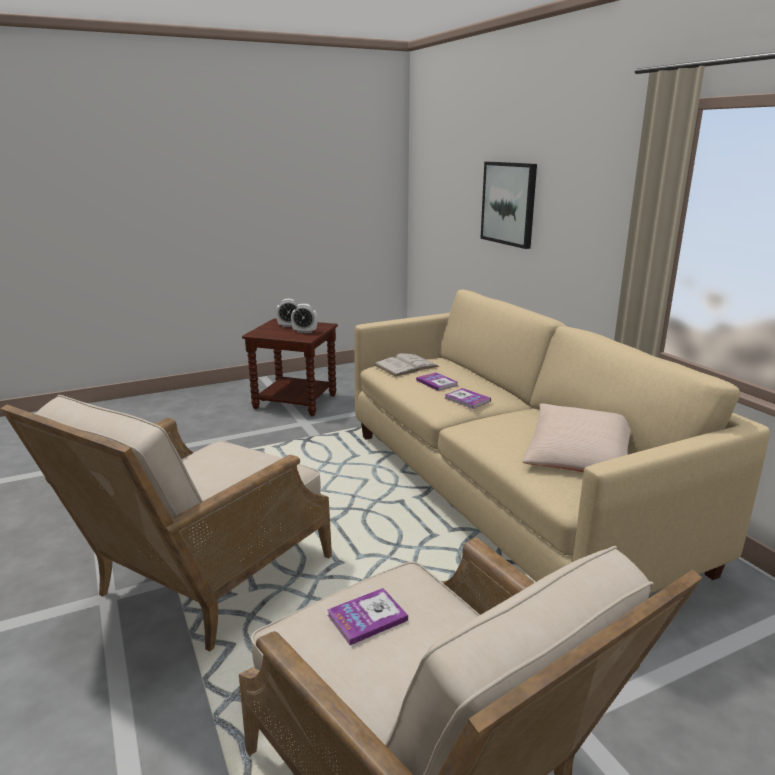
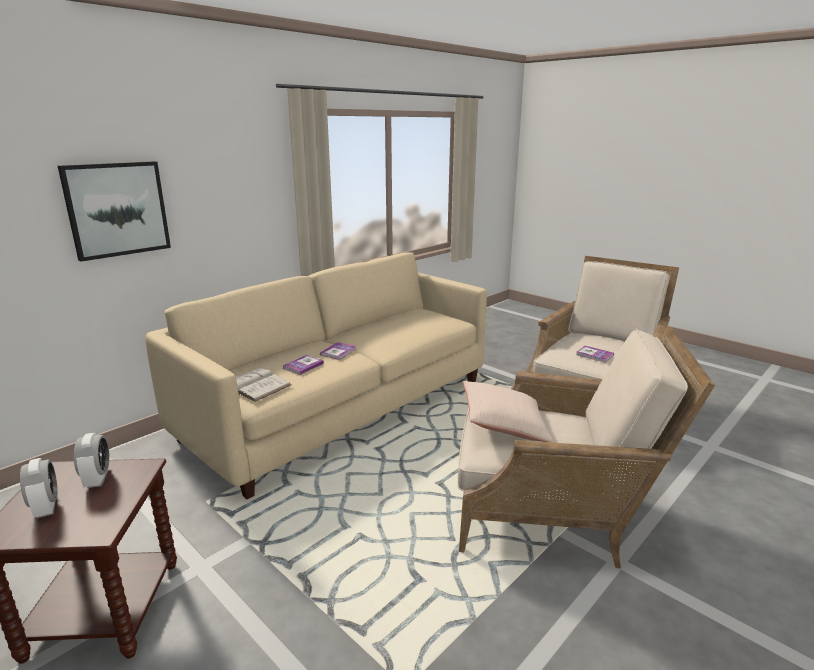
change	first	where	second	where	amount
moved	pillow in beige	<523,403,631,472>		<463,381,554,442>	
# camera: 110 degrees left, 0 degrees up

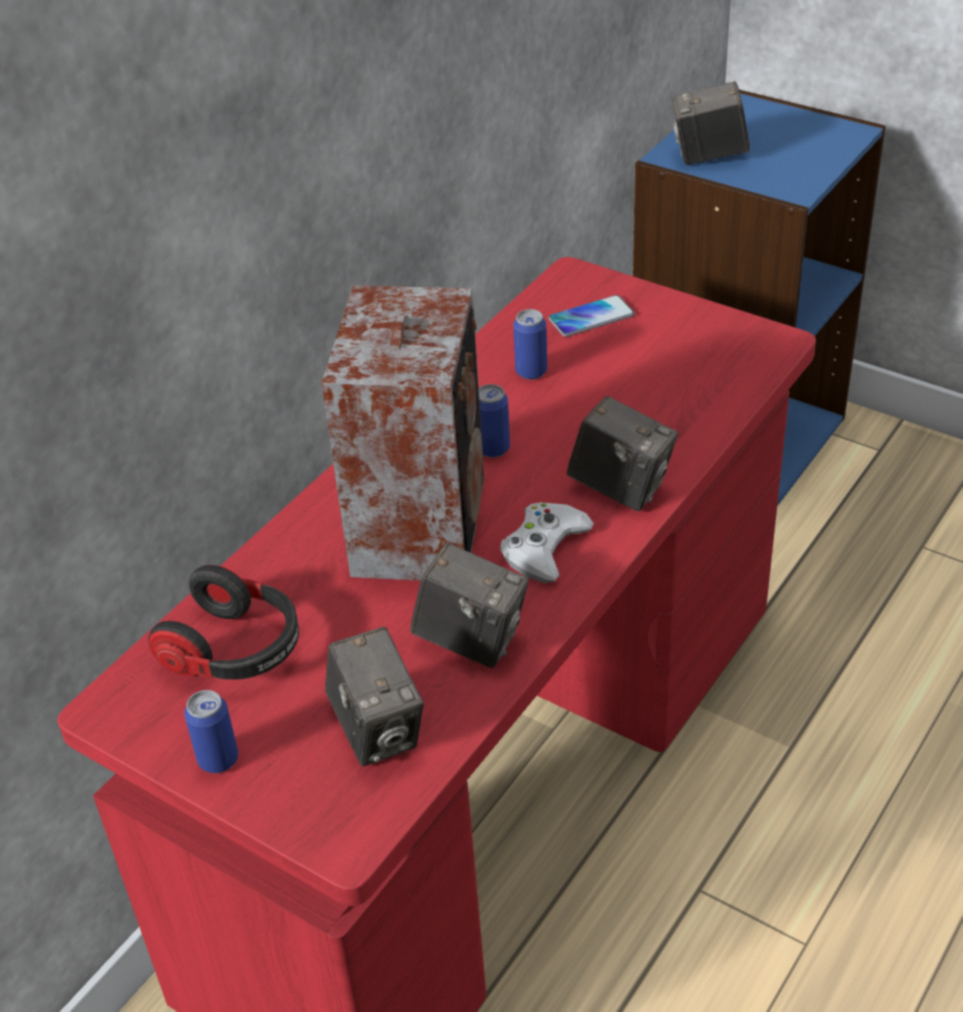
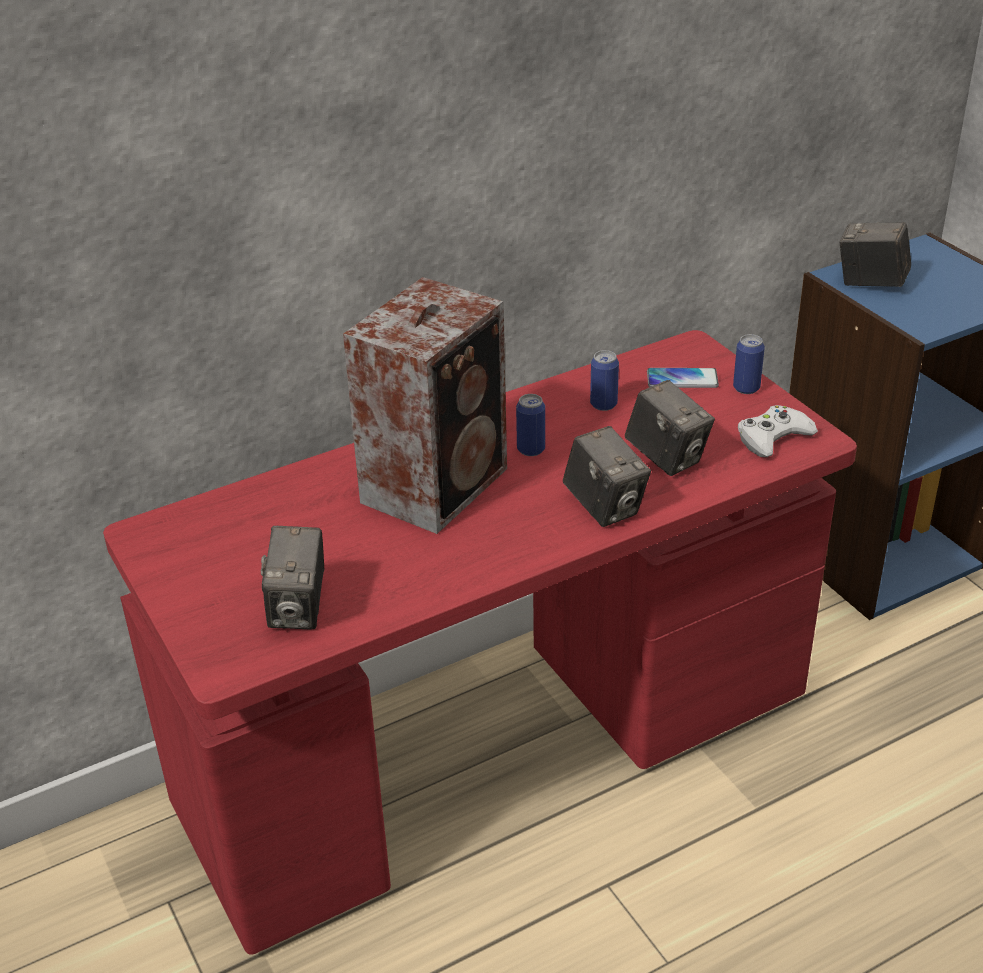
change	first	where	second	where	amount
removed	headphones	<148,565,299,680>			
moved	can	<184,690,238,773>		<733,334,765,394>	
moved	photo camera	<410,543,529,668>		<625,380,715,476>	
moved	game controller in white	<500,502,594,583>		<738,405,818,457>	
# camera: 25 degrees right, 5 degrees down

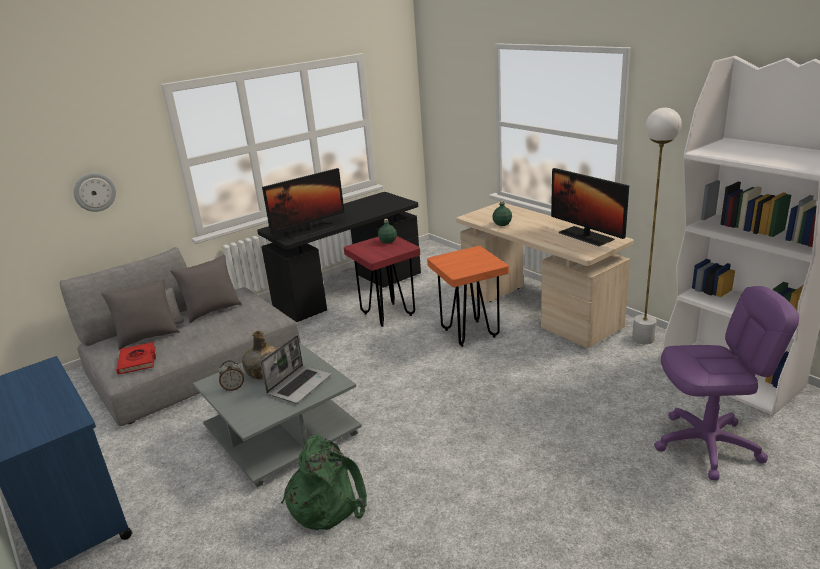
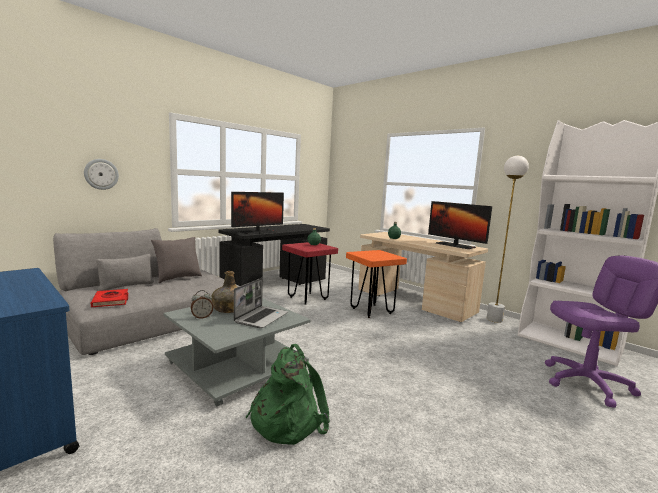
change	first	where	second	where	amount
removed	pillow in grey	<101,279,180,350>			
# camera: 10 degrees left, 15 degrees down

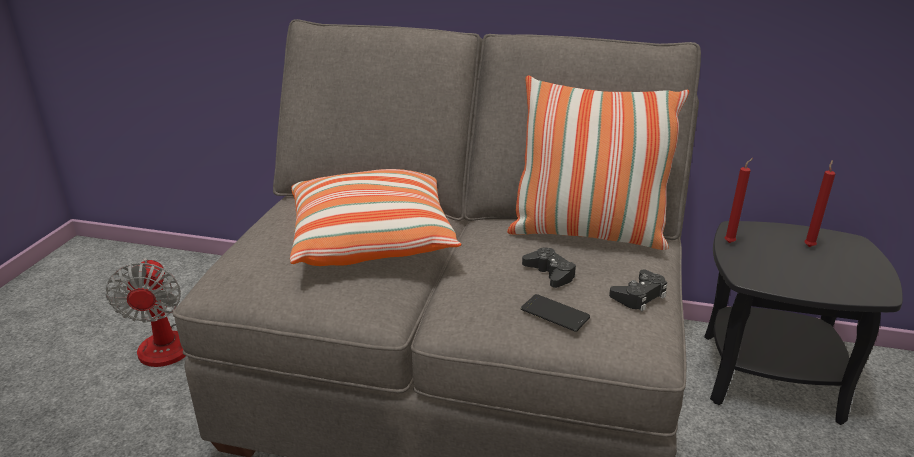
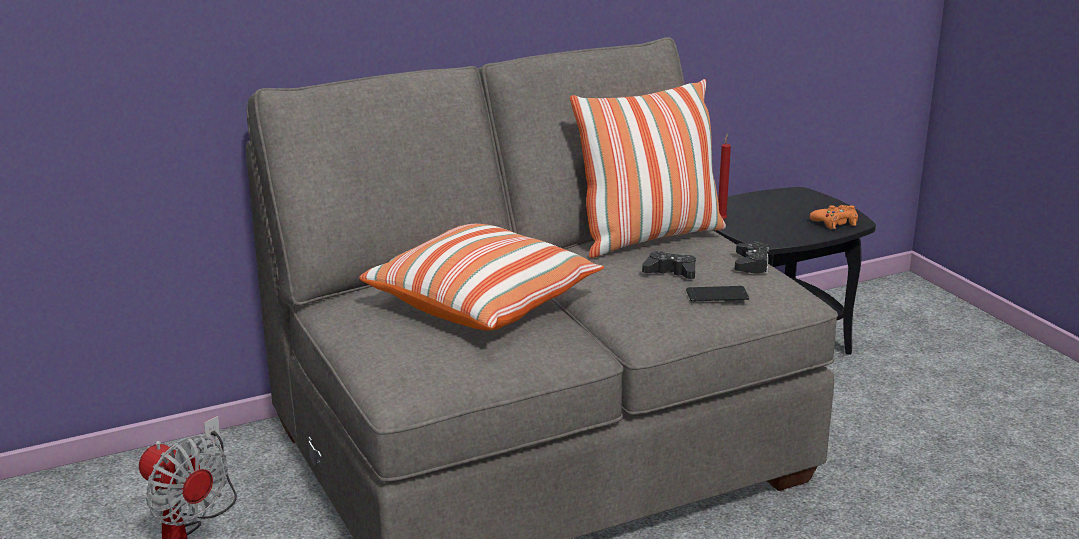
change	first	where	second	where	amount
removed	candle in red	<804,160,835,247>			
added			game controller in orange	<810,205,858,229>	
# camera: 40 degrees left, 5 degrees down

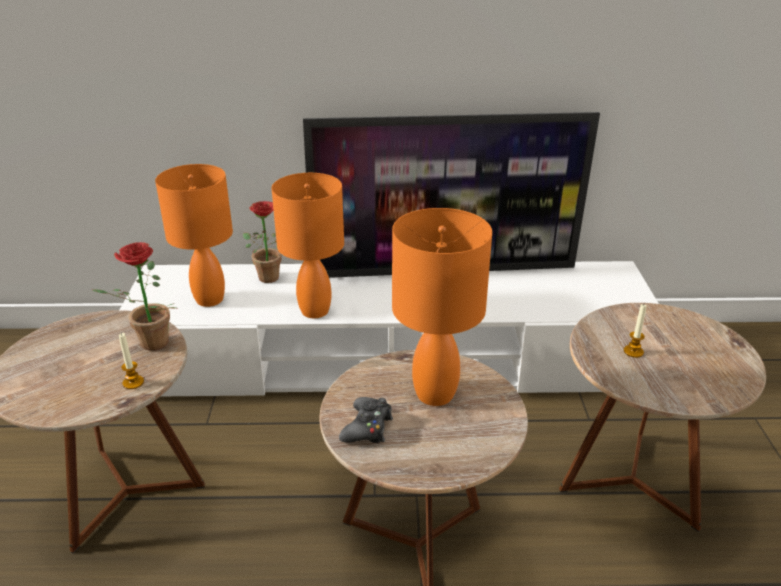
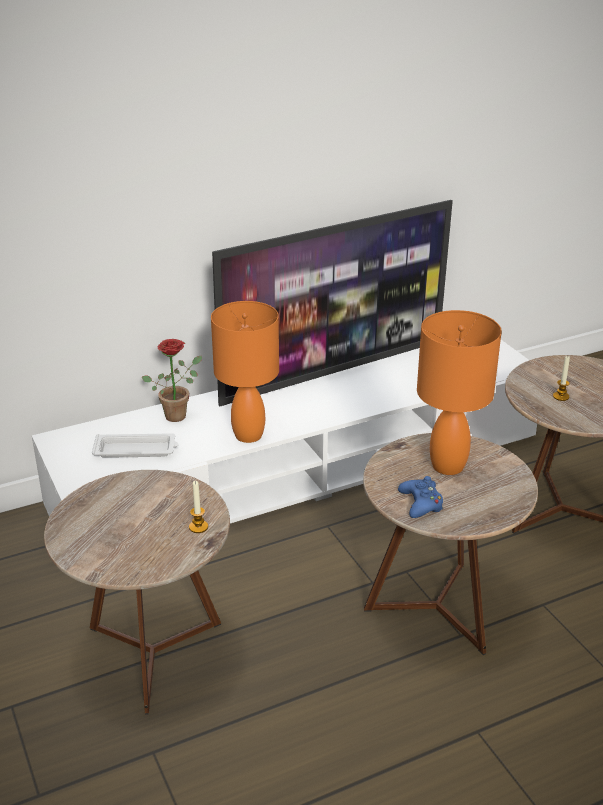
change	first	where	second	where	amount
removed	potted plant	<93,242,176,351>			
replaced	table lamp in orange	<155,164,233,307>	tray in white	<92,433,178,458>	
recoloured	game controller in black	<339,397,393,443>	game controller in blue	<398,476,443,518>	
# camera: 25 degrees left, 0 degrees up

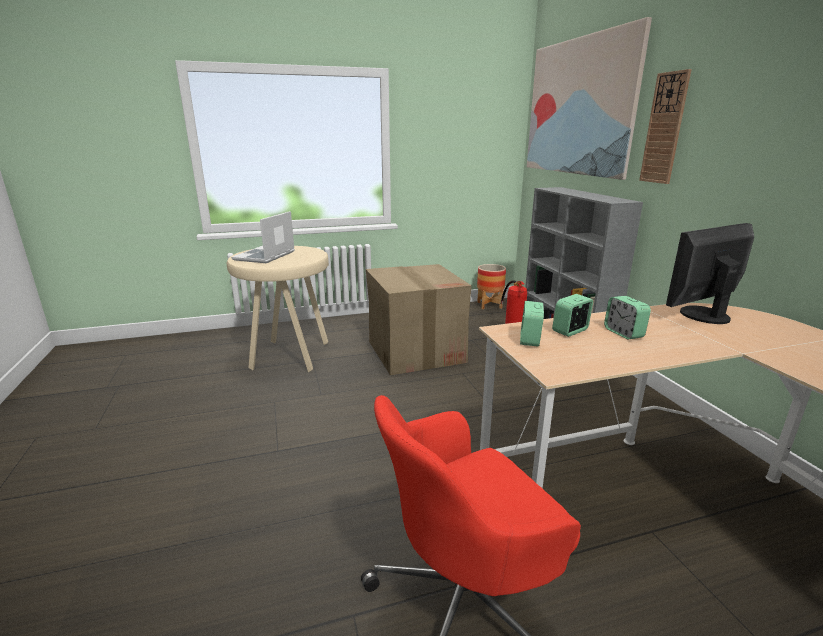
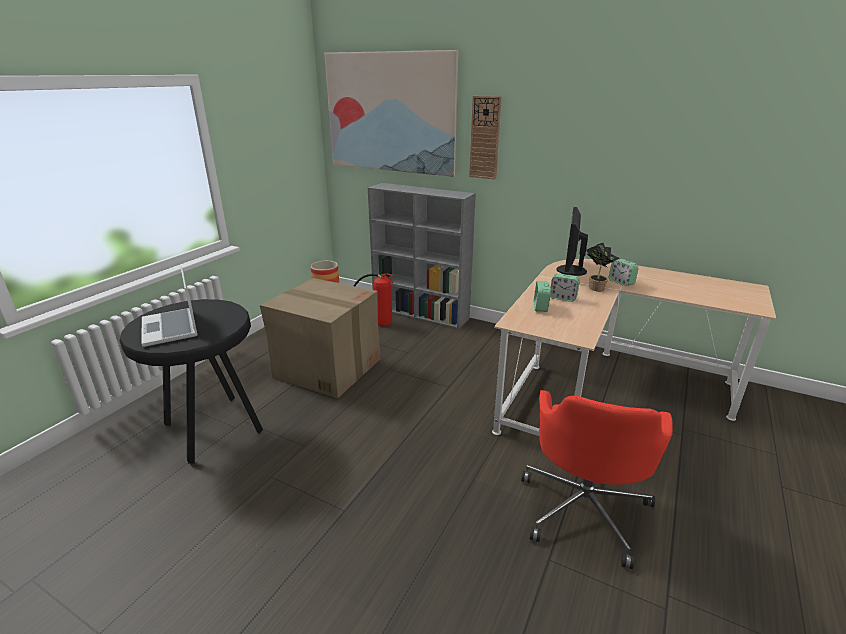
change	first	where	second	where	amount
added			potted plant	<586,243,620,291>	
moved	alarm clock	<520,301,544,347>		<609,259,639,286>	
recoloured	stool in beige	<226,246,329,372>	stool in black	<120,299,263,464>	
# camera: 45 degrees left, 5 degrees up

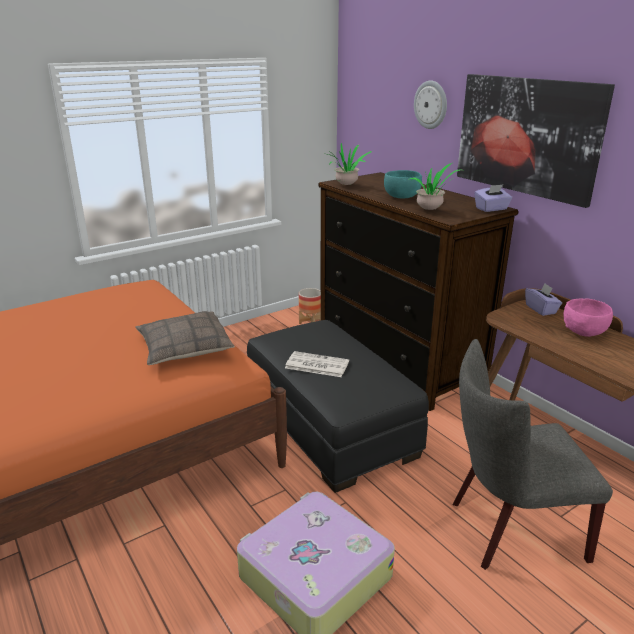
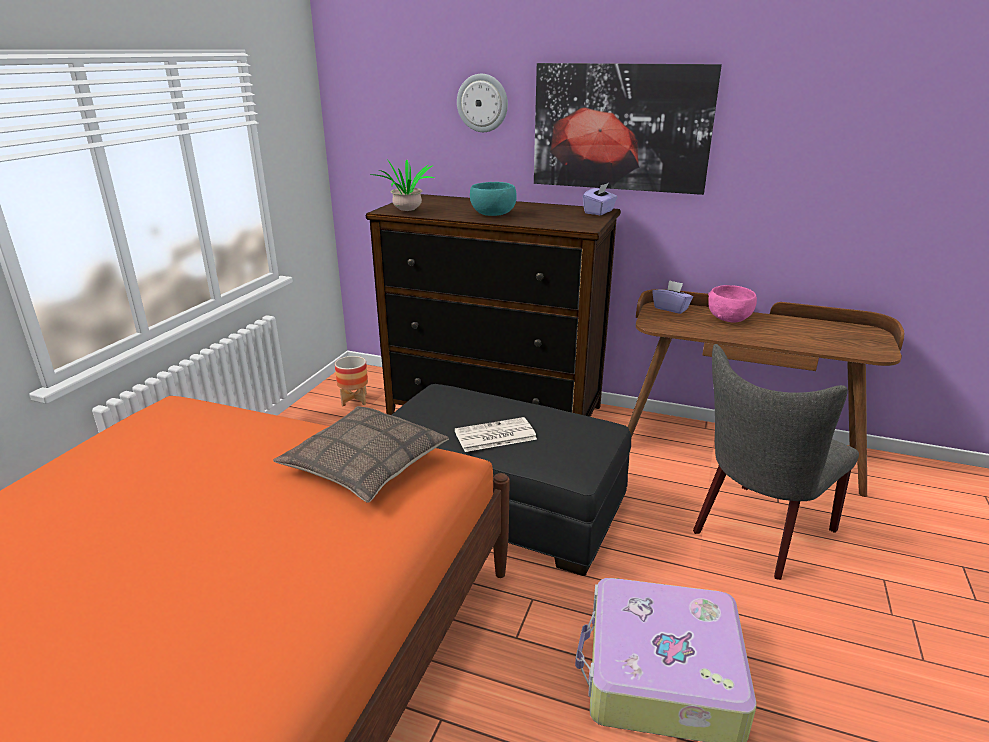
change	first	where	second	where	amount
removed	potted plant	<410,163,460,210>			
# camera: 35 degrees left, 0 degrees up

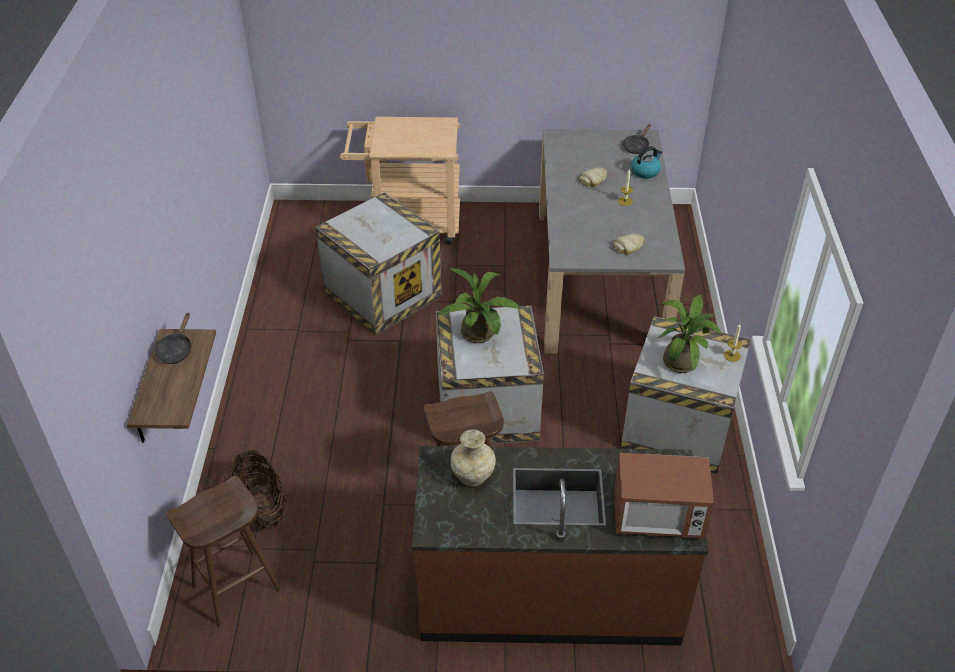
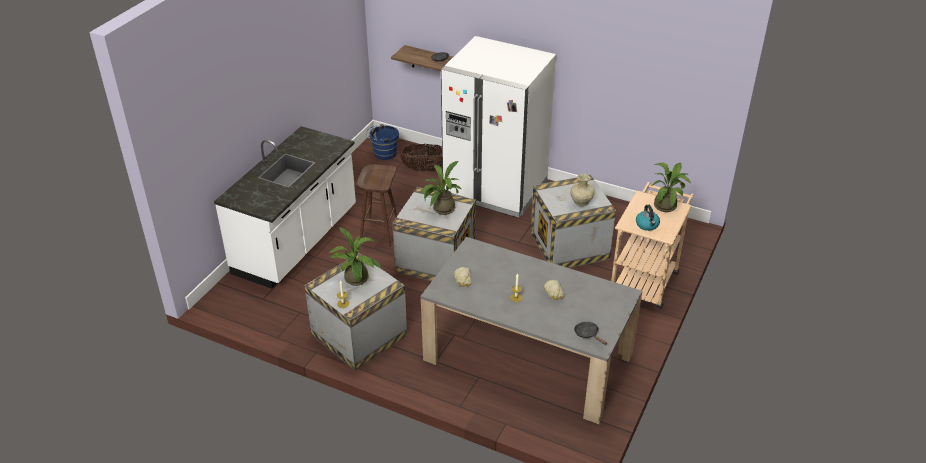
change	first	where	second	where	amount
removed	microwave	<614,453,714,538>			
added			fridge in white	<441,36,556,218>	
added			potted plant	<651,162,691,212>	
moved	vase in beige	<451,430,496,487>		<570,174,595,206>	
moved	kettle	<631,146,663,178>		<636,205,660,231>	
replaced	stool in brown	<166,476,281,627>	bucket in blue	<366,124,399,160>	
recoloured	counter in brown	<412,446,709,645>	counter in white	<214,126,356,289>	
# camera: 115 degrees right, 5 degrees down

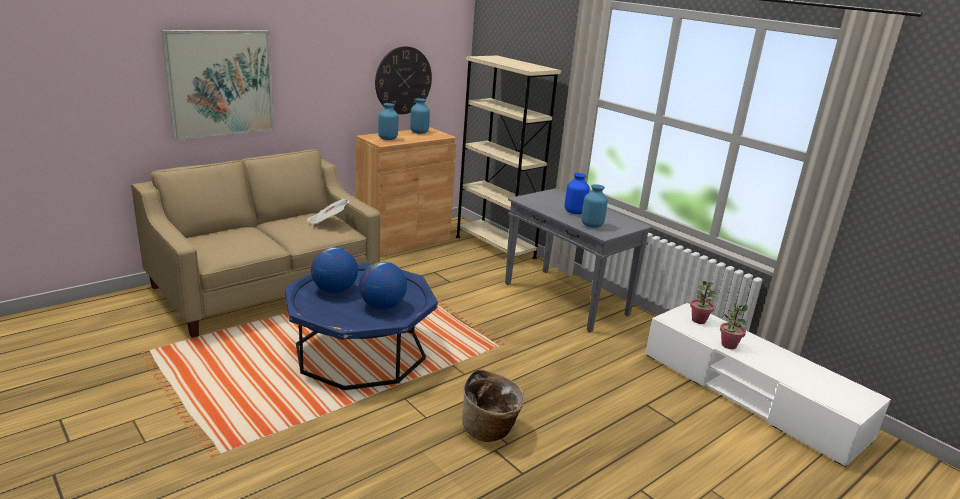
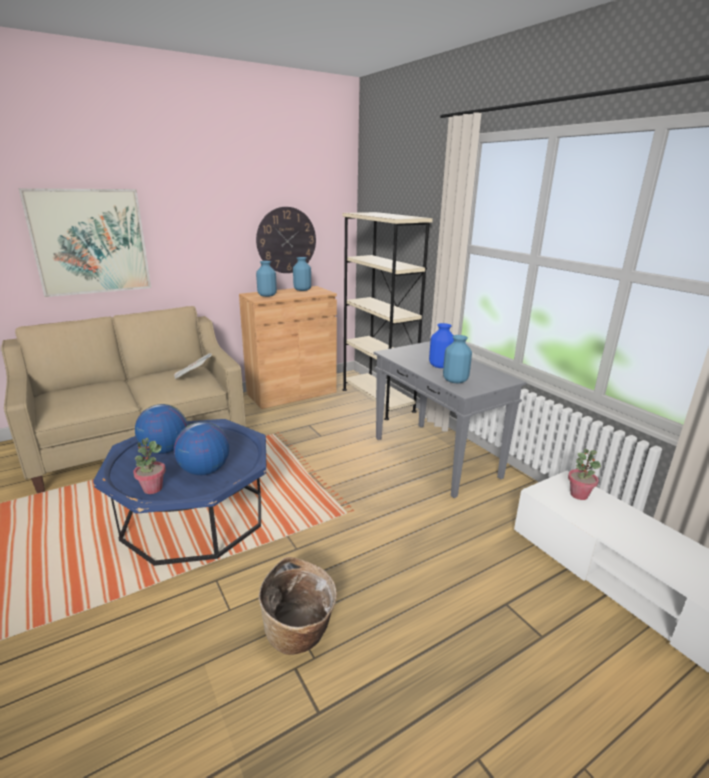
change	first	where	second	where	amount
moved	potted plant	<720,303,748,349>		<133,438,166,494>	
# camera: 10 degrees right, 0 degrees up

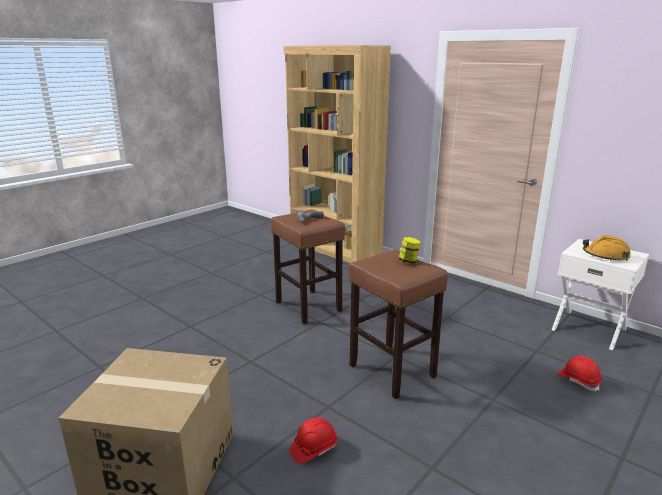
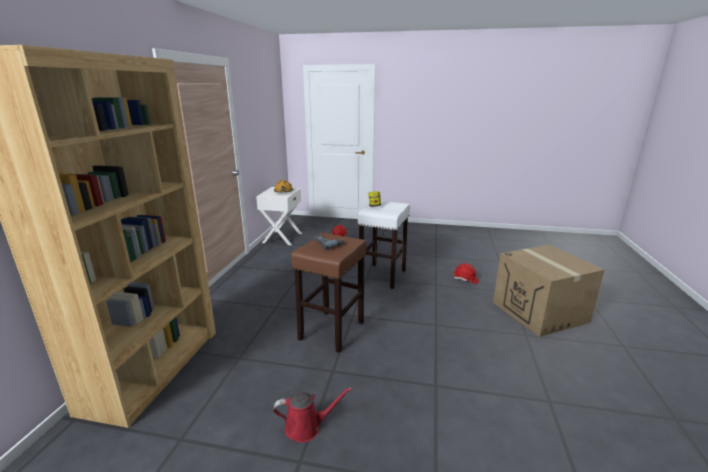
change	first	where	second	where	amount
added			watering can in red	<273,387,352,443>	
recoloured	stool in brown	<349,249,448,399>	stool in white	<358,201,410,289>	
# camera: 120 degrees left, 0 degrees up

